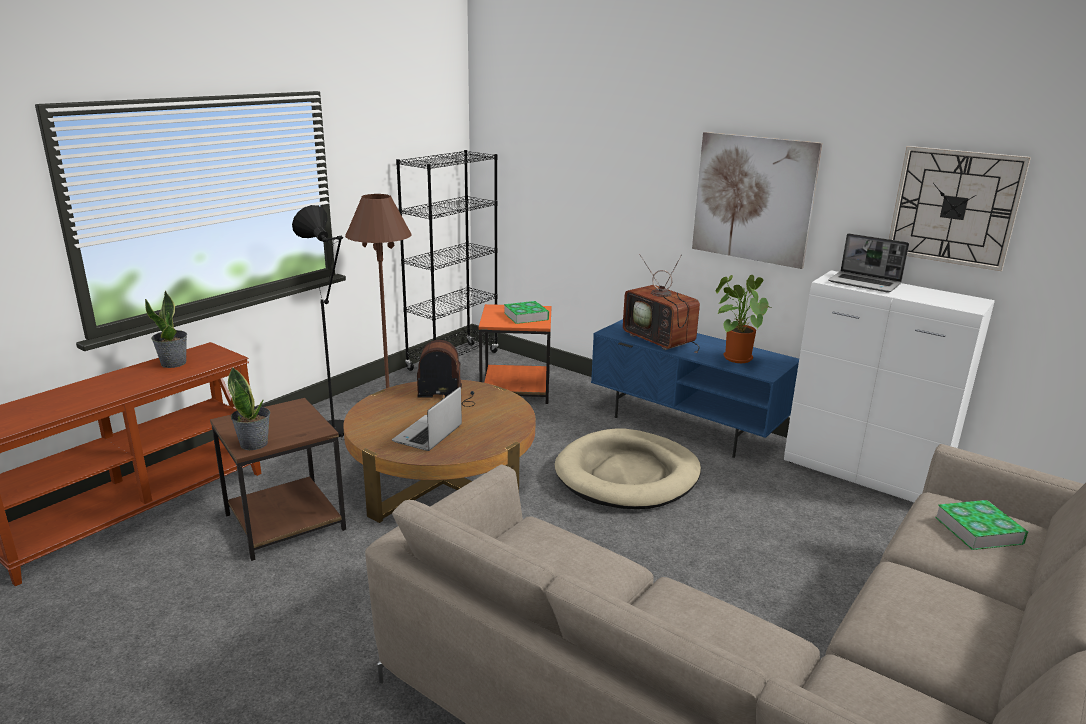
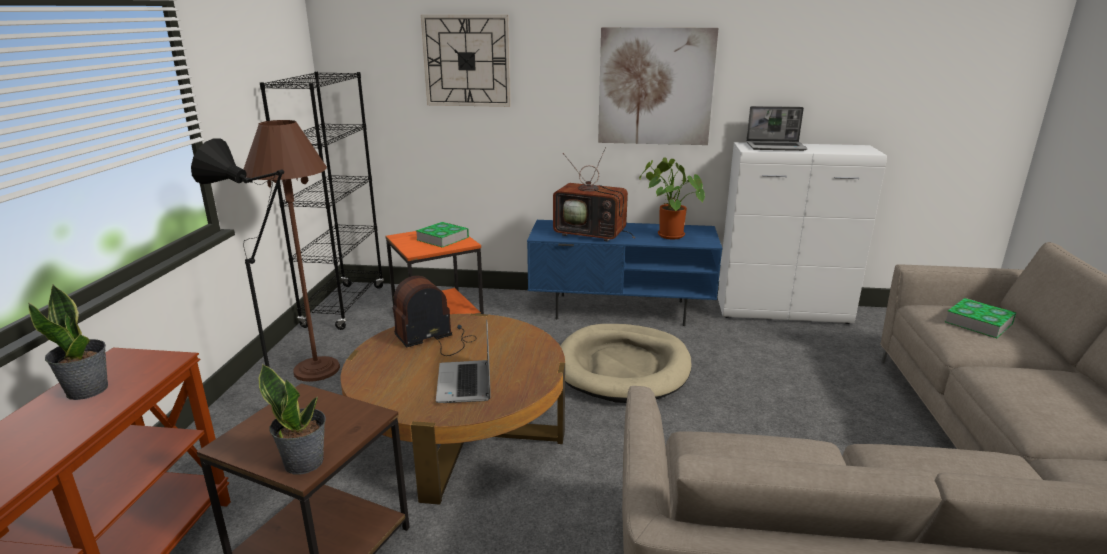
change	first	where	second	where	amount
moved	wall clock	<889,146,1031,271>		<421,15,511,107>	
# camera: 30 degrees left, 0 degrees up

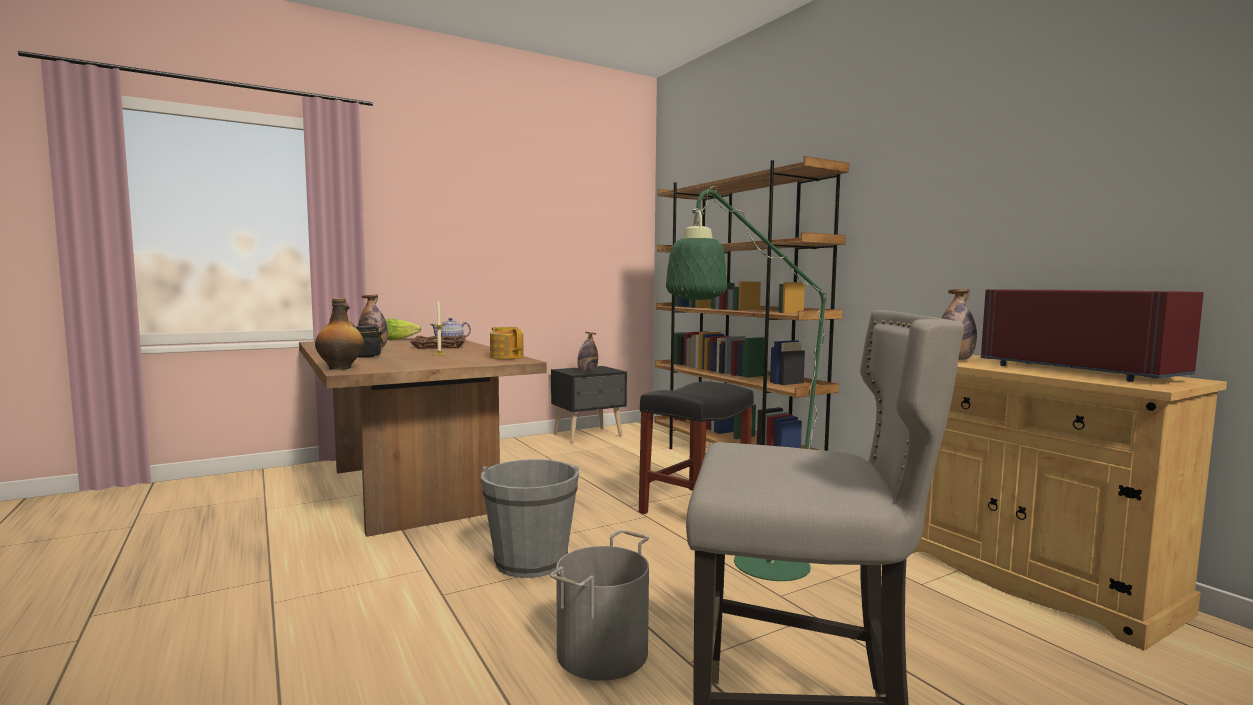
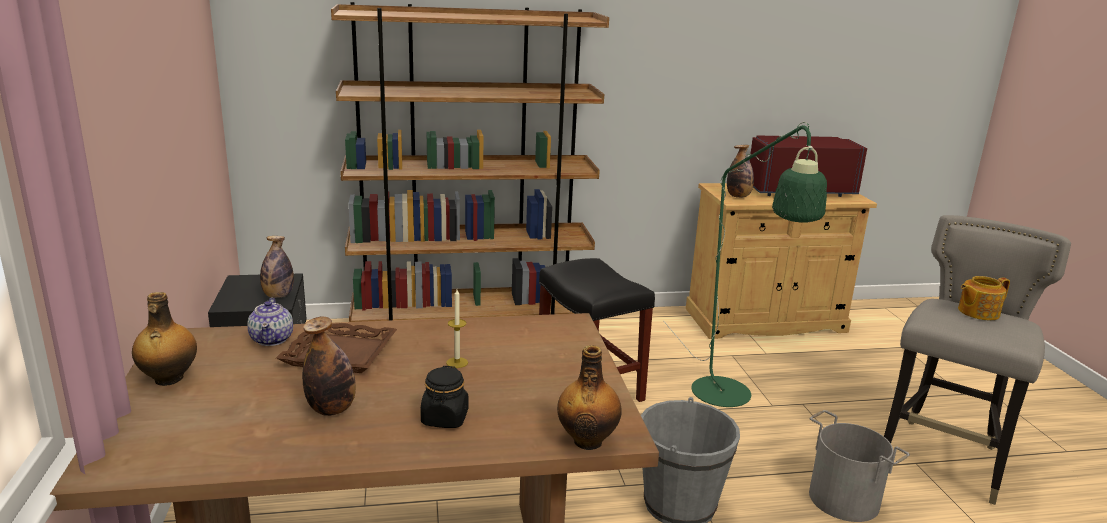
change	first	where	second	where	amount
moved	teapot	<490,327,524,359>		<958,276,1010,320>	
replaced	lettuce	<386,319,421,340>	bottle	<132,292,197,386>	
# camera: 70 degrees left, 15 degrees up

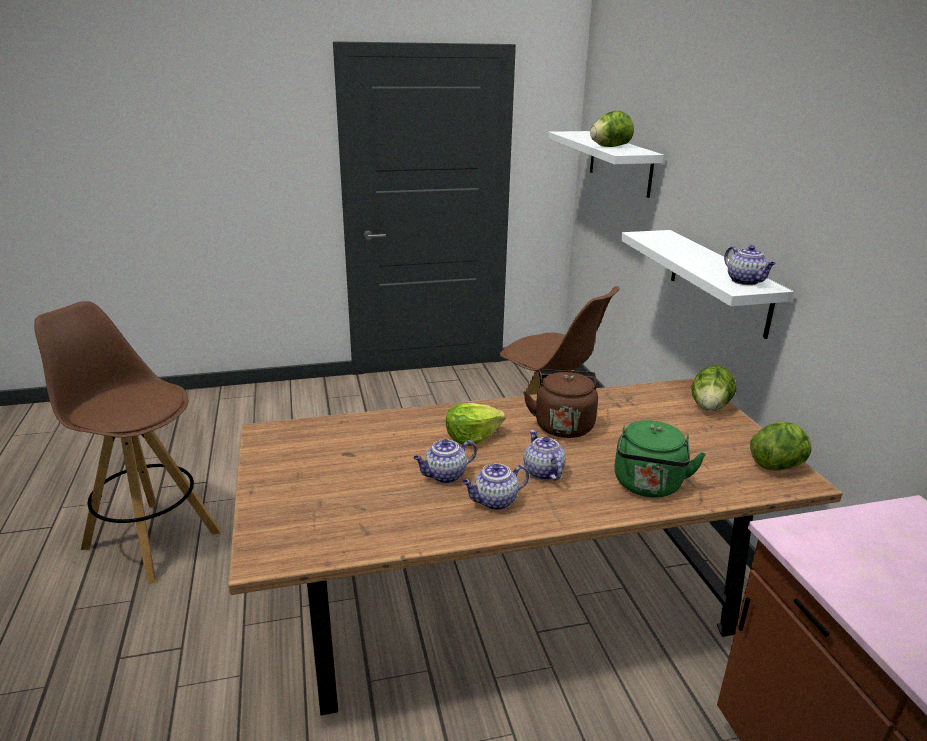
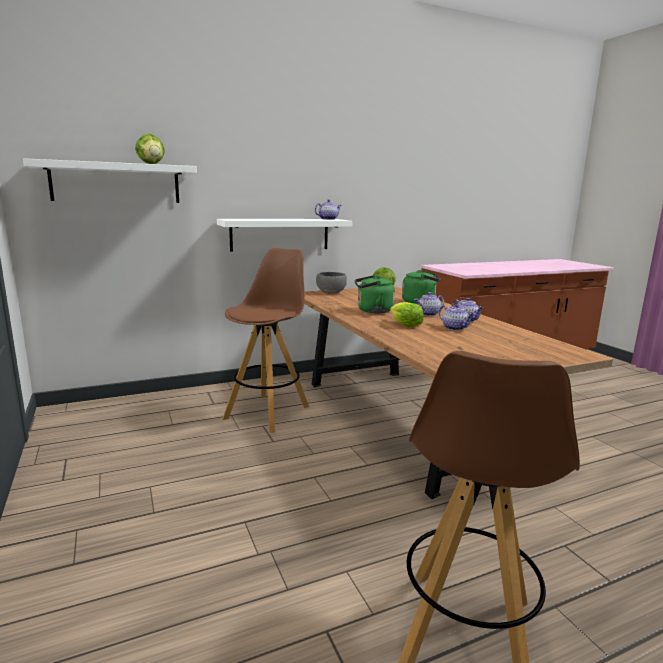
change	first	where	second	where	amount
replaced	lettuce	<692,365,736,411>	bowl in grey	<316,272,347,294>	
recoloured	kettle in brown	<523,369,598,438>	kettle in green	<354,275,395,313>	
# camera: 100 degrees left, 10 degrees down

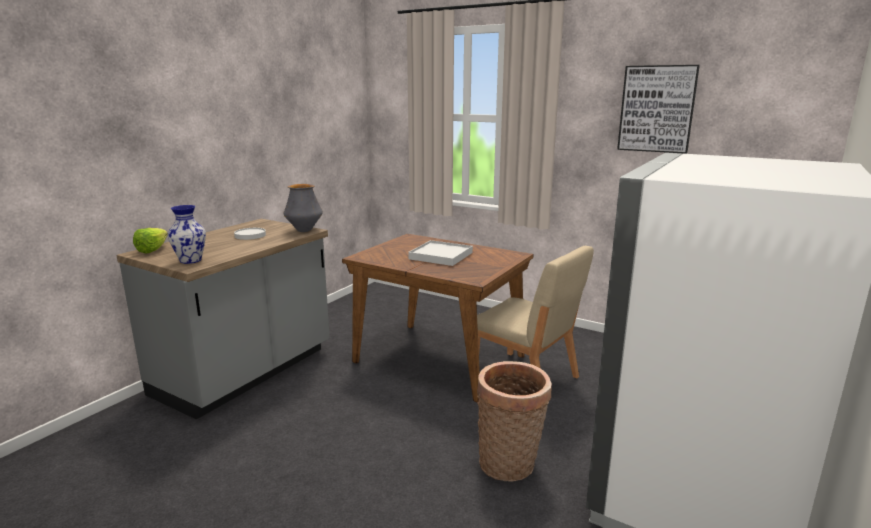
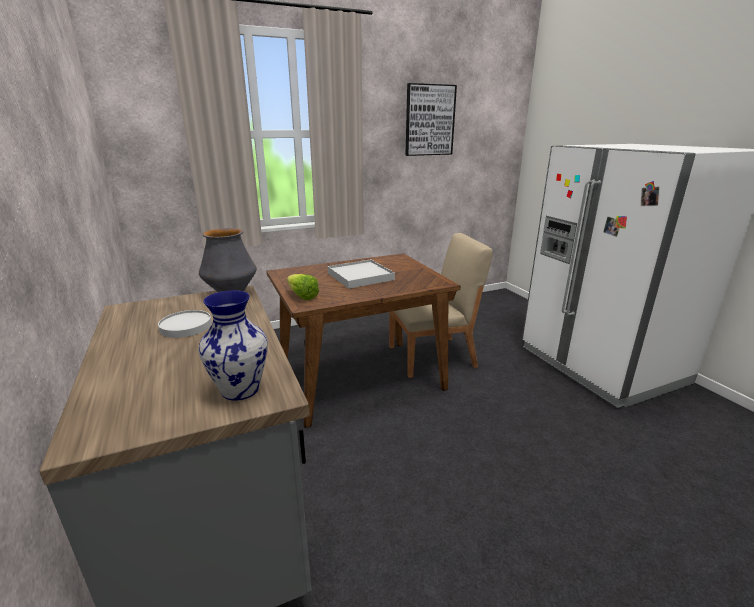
change	first	where	second	where	amount
removed	basket	<477,361,552,482>			
moved	lettuce	<133,228,168,254>		<287,274,319,300>	
# camera: 55 degrees left, 5 degrees up

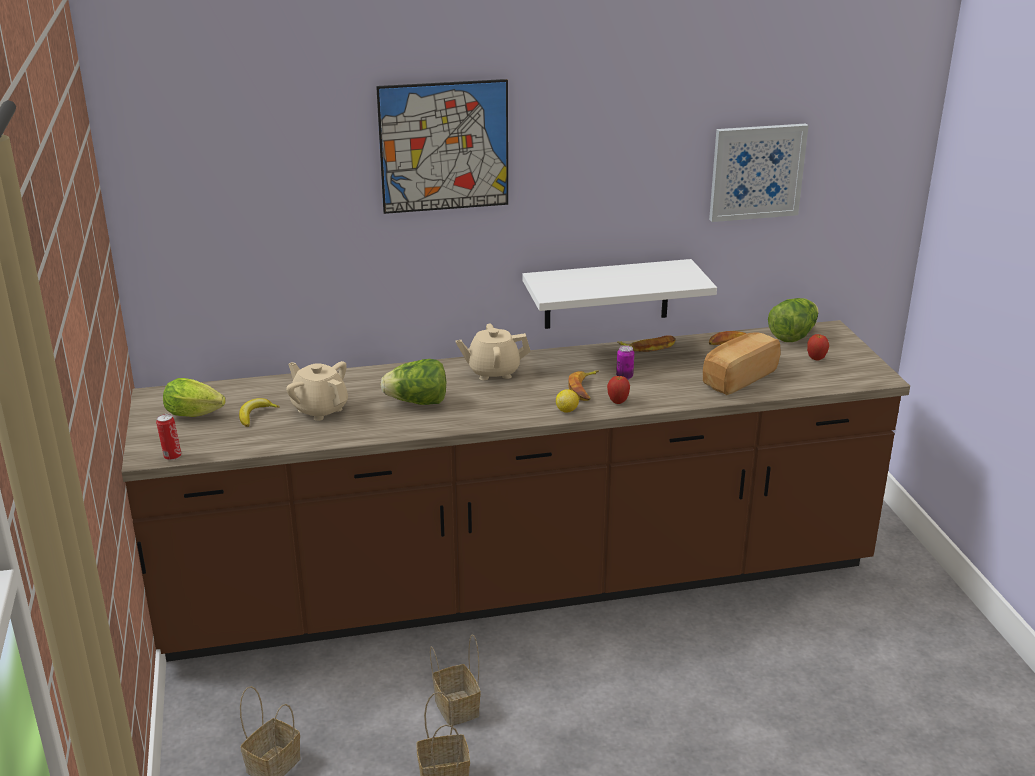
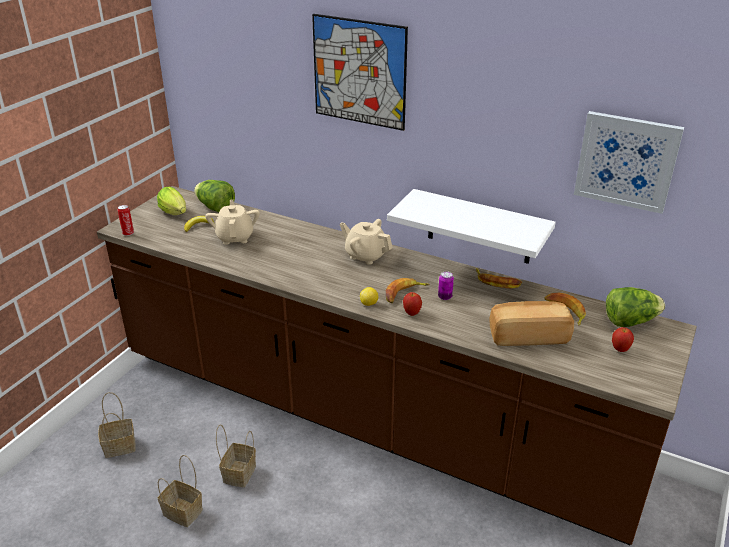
change	first	where	second	where	amount
moved	lettuce	<381,359,446,405>		<194,180,235,212>	
# camera: 40 degrees right, 5 degrees up

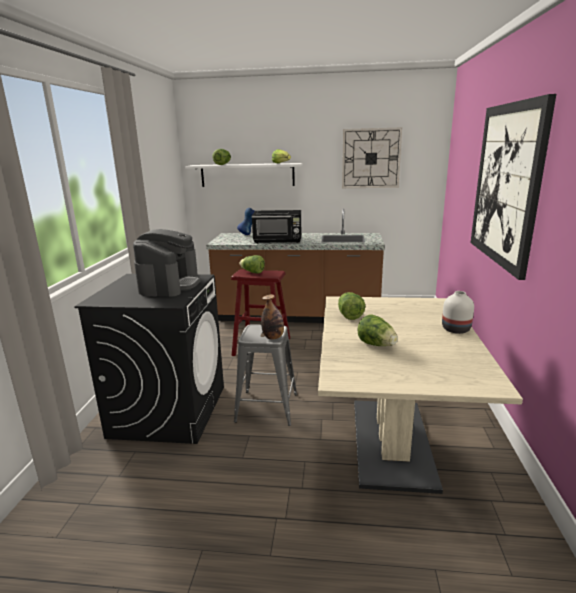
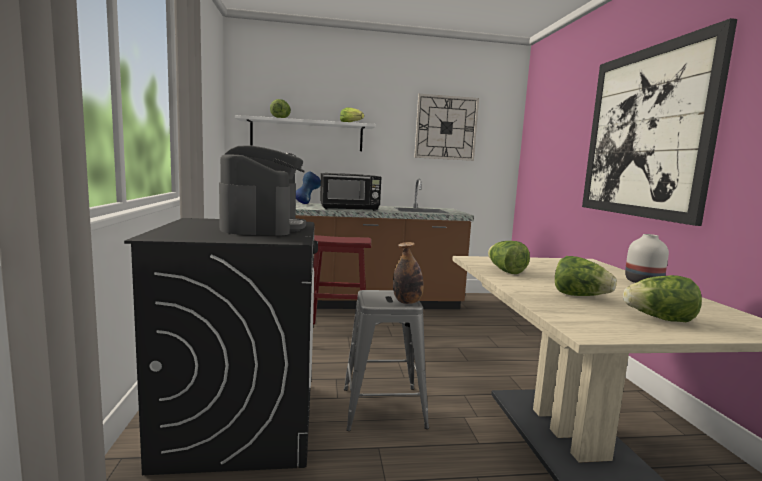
change	first	where	second	where	amount
moved	lettuce	<240,255,265,274>		<623,275,702,322>	
# camera: 15 degrees left, 10 degrees down

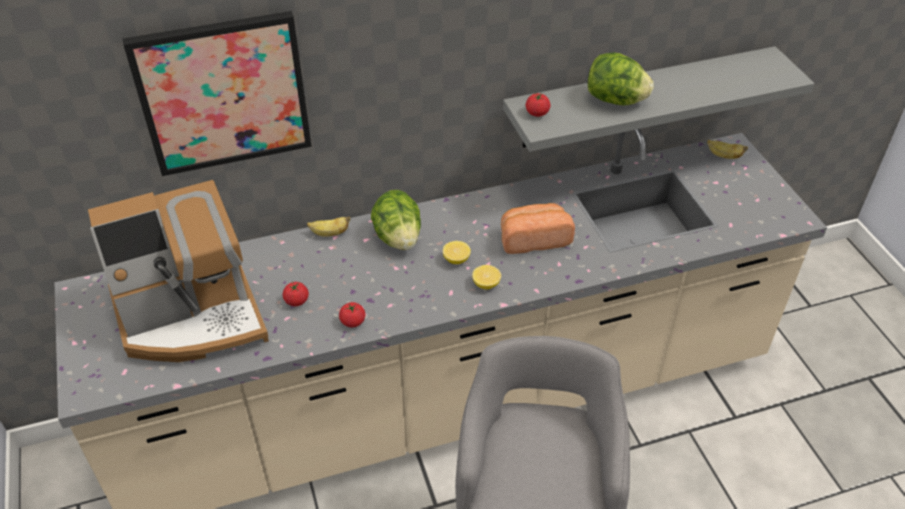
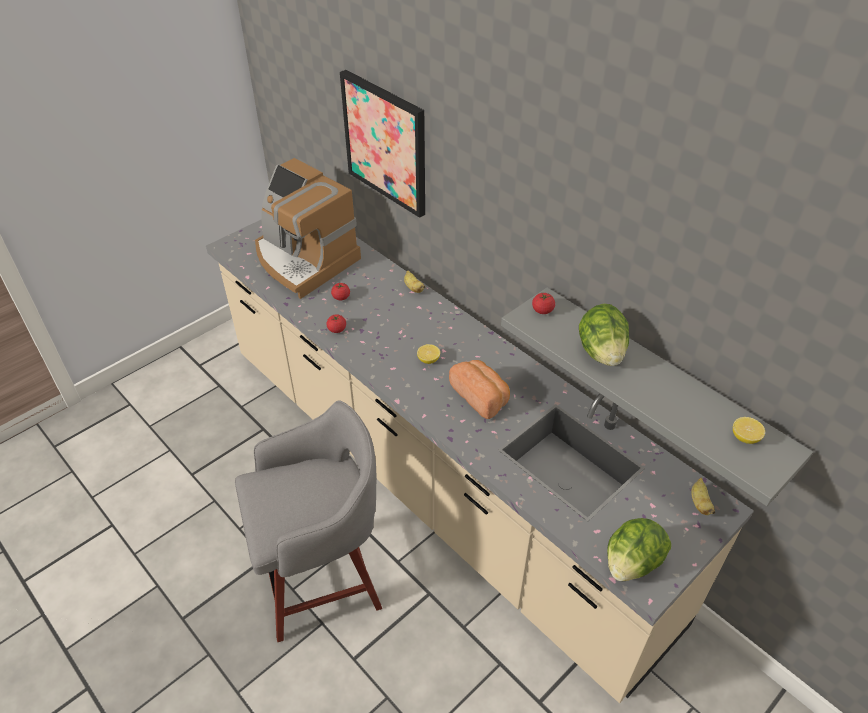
change	first	where	second	where	amount
moved	lettuce	<371,190,421,250>		<607,518,671,581>	
moved	lemon	<472,265,501,289>		<733,417,765,444>	
# camera: 65 degrees right, 0 degrees up

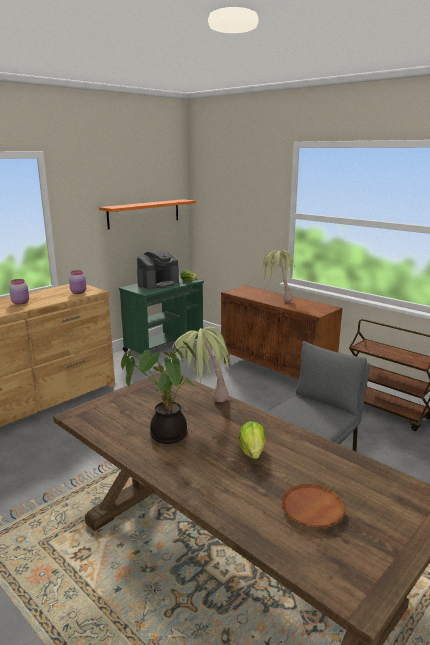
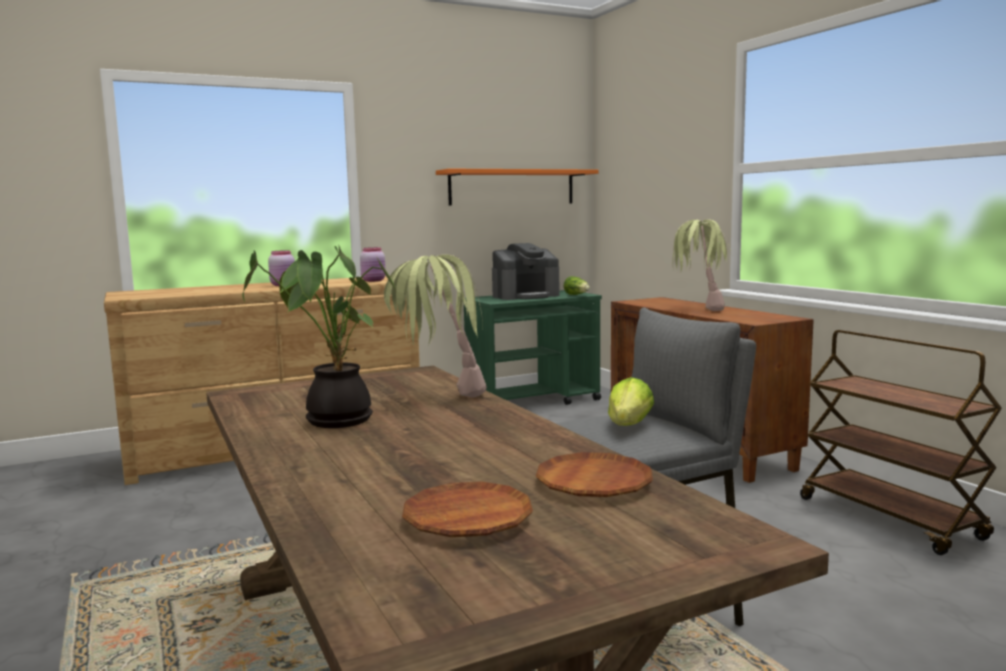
change	first	where	second	where	amount
added			plate in brown	<536,452,653,497>	
moved	lettuce	<238,421,266,459>		<608,377,654,426>	
# camera: 20 degrees right, 10 degrees down

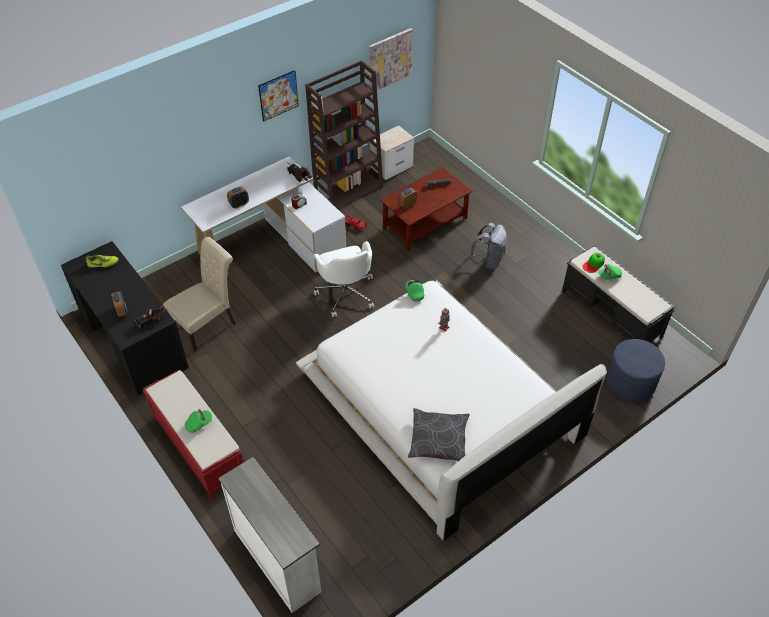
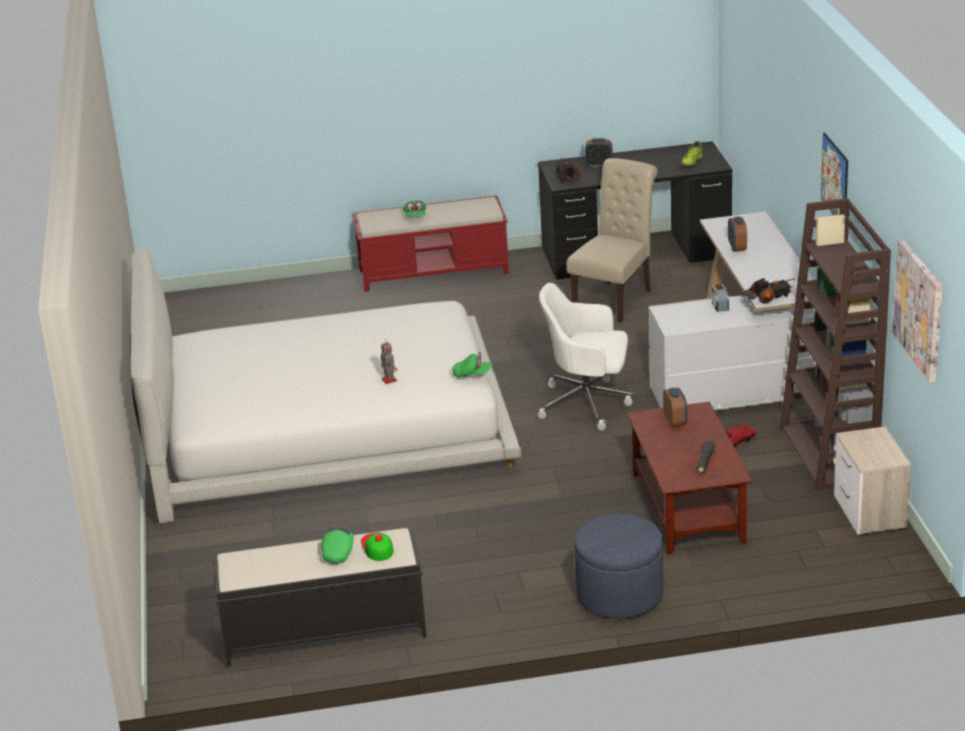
change	first	where	second	where	amount
removed	dresser in white	<218,457,321,613>			
removed	pillow in grey	<408,408,470,461>			
removed	backpack in grey	<470,223,507,269>			
moved	ottoman in blue	<606,339,665,401>		<574,514,663,619>	
turned	chair in beige	<163,237,236,352>		<567,158,657,323>	135 degrees counterclockwise
# camera: 120 degrees right, 20 degrees down

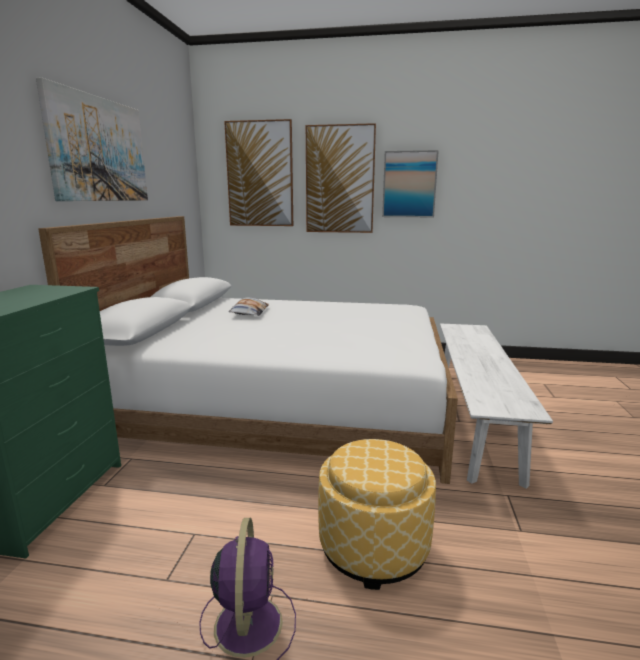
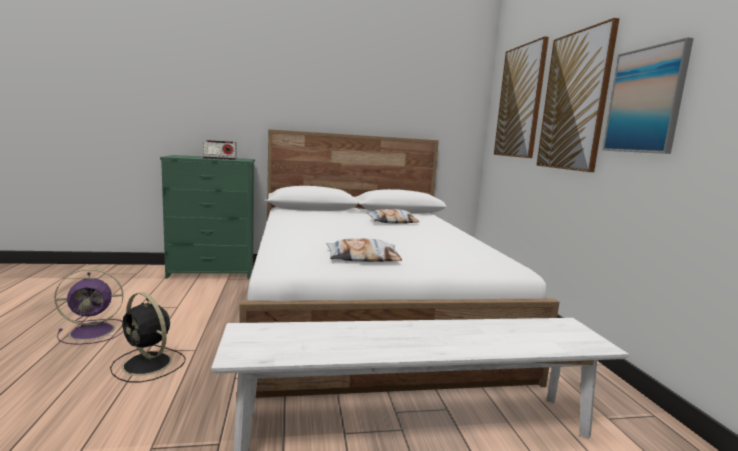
change	first	where	second	where	amount
removed	picture	<36,77,148,201>			
added			radio	<203,140,236,160>	
added			pillow	<326,239,402,262>	
replaced	ottoman	<318,439,436,590>	fan in black	<110,292,186,382>	
# camera: 70 degrees right, 5 degrees down

